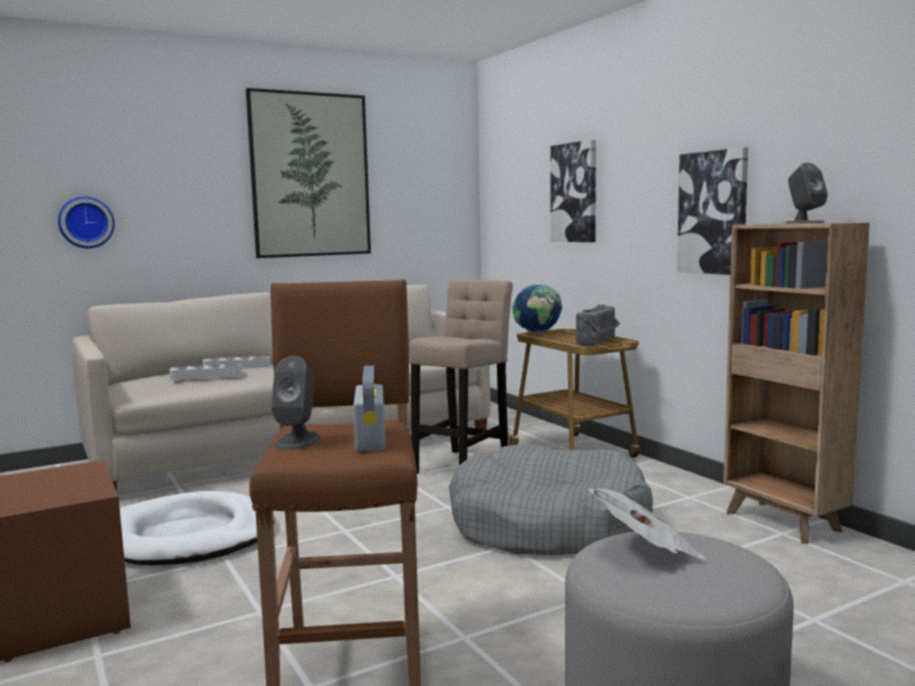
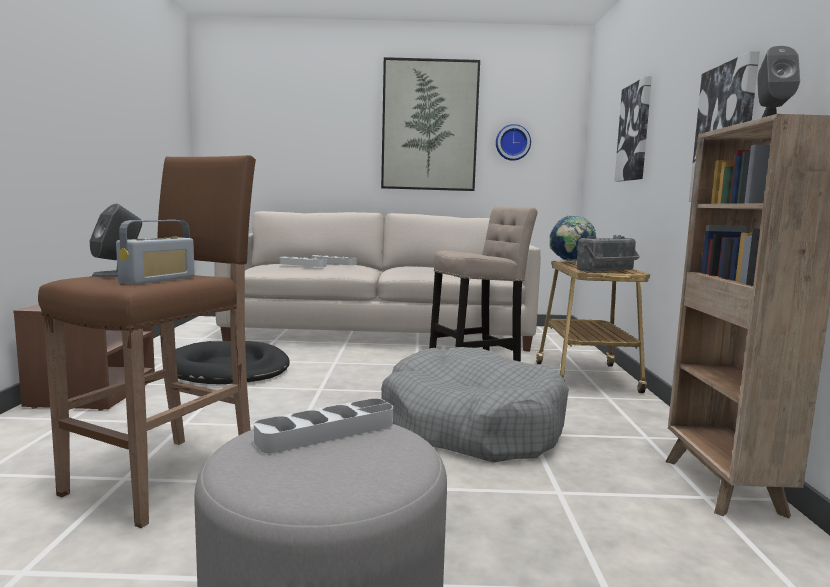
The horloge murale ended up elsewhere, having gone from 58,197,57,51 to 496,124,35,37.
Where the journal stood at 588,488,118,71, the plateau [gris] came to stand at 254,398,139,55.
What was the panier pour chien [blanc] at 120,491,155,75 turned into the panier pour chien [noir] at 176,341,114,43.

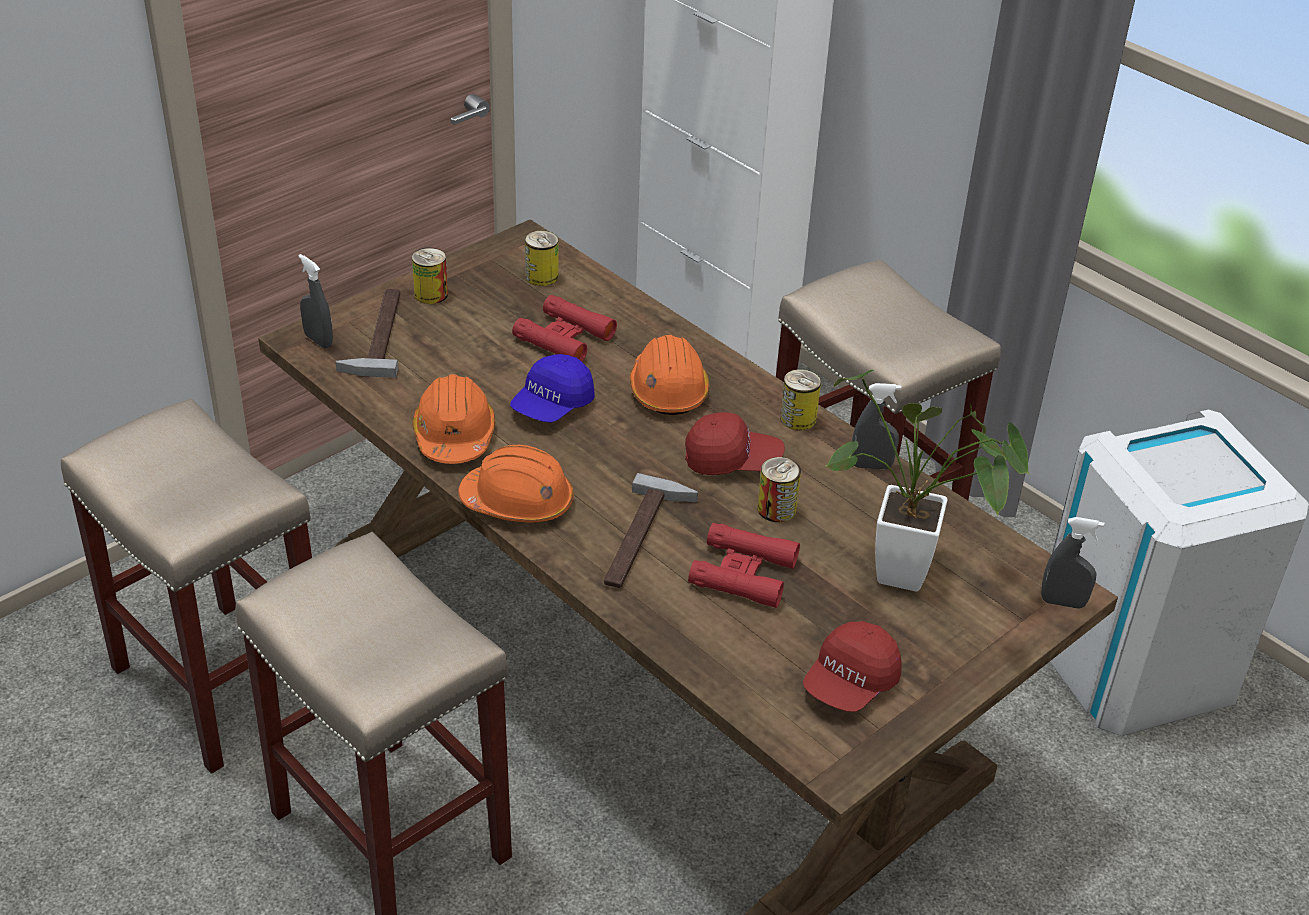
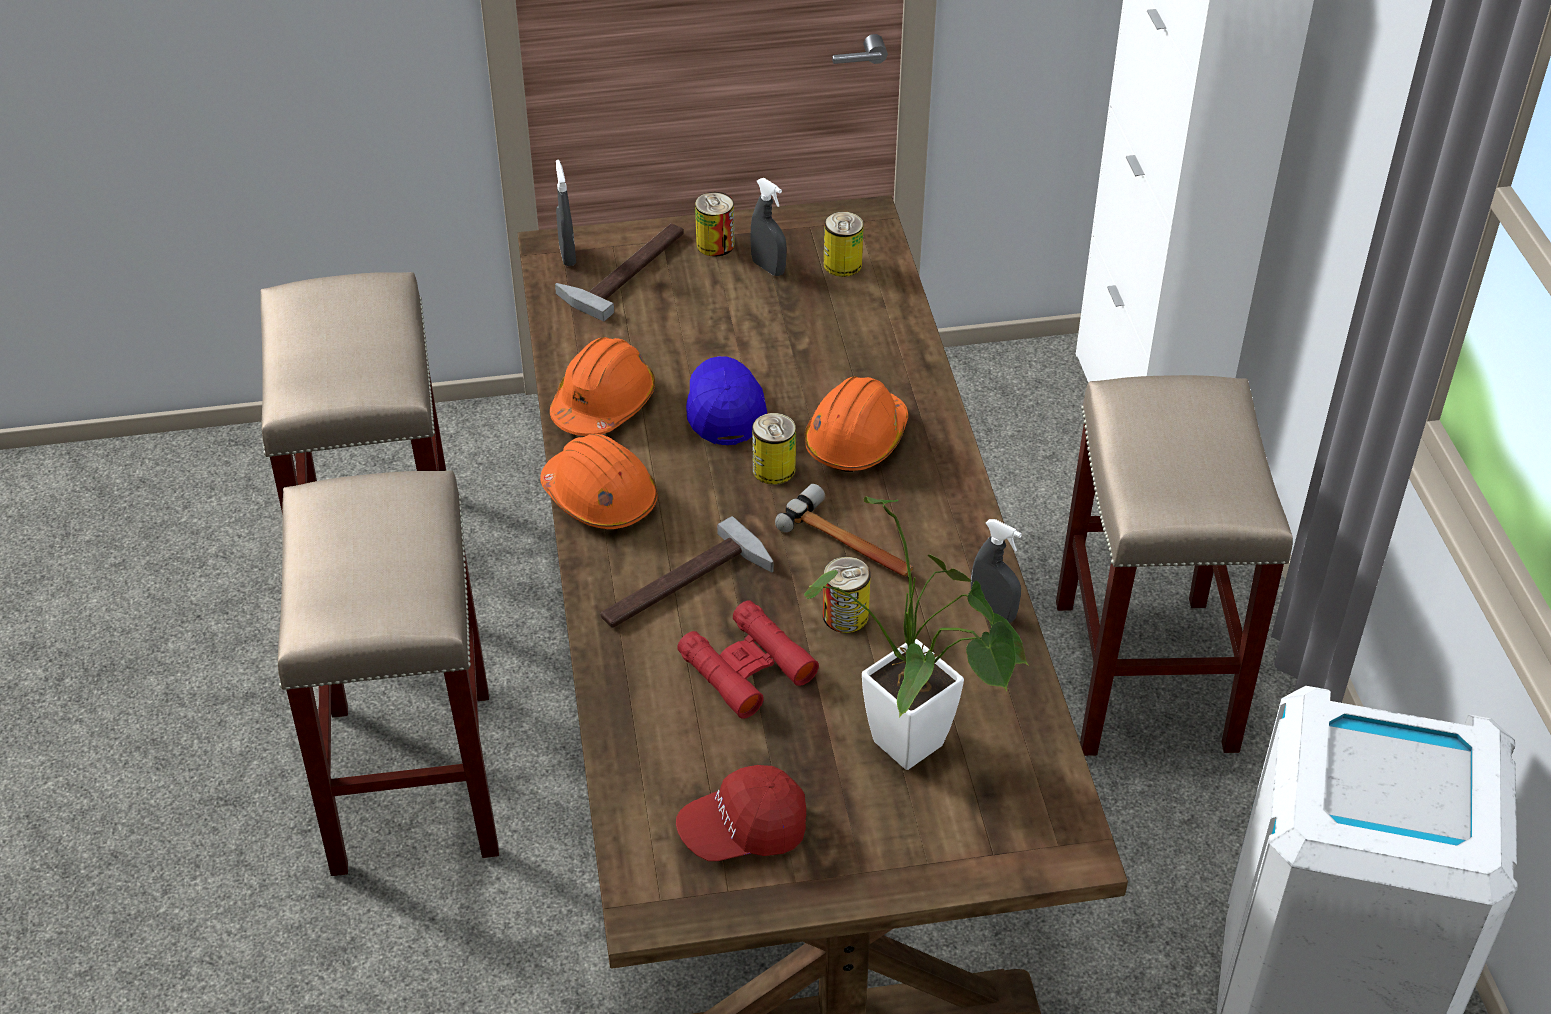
The second view lost the jumelles [rouge] at 512,295,105,67.
The boîte métallique ended up elsewhere, having gone from 780,369,41,62 to 752,413,44,72.
The vaporisateur [gris] ended up elsewhere, having gone from 1041,517,63,92 to 750,178,37,98.
Where the casquette [rouge] stood at 685,412,100,63, the marteau came to stand at 775,484,138,93.
The casquette [bleu] at 510,354,85,69 ended up facing another way, 105 degrees clockwise from before.

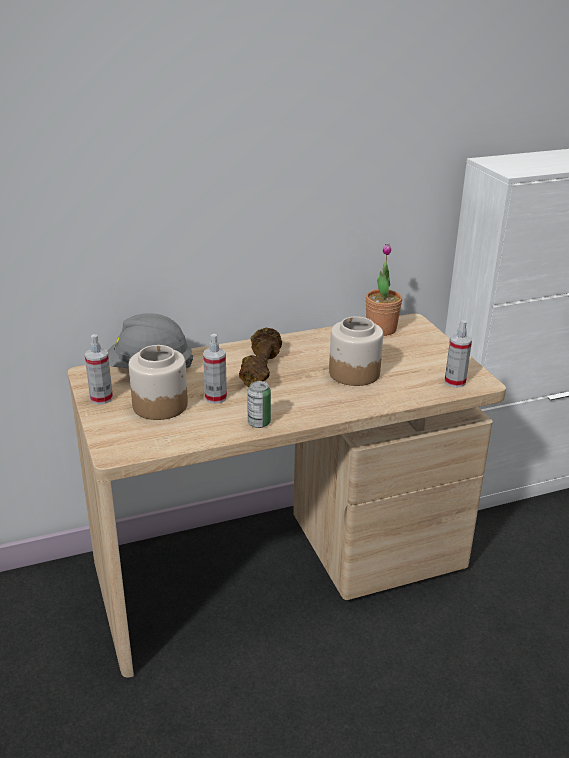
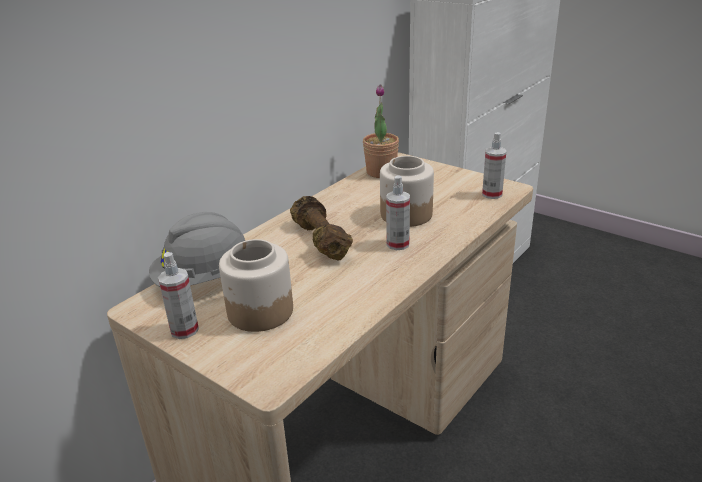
The second view lost the boîte métallique at 247,381,24,47.
The vaporisateur ended up elsewhere, having gone from 203,334,24,70 to 386,175,24,75.

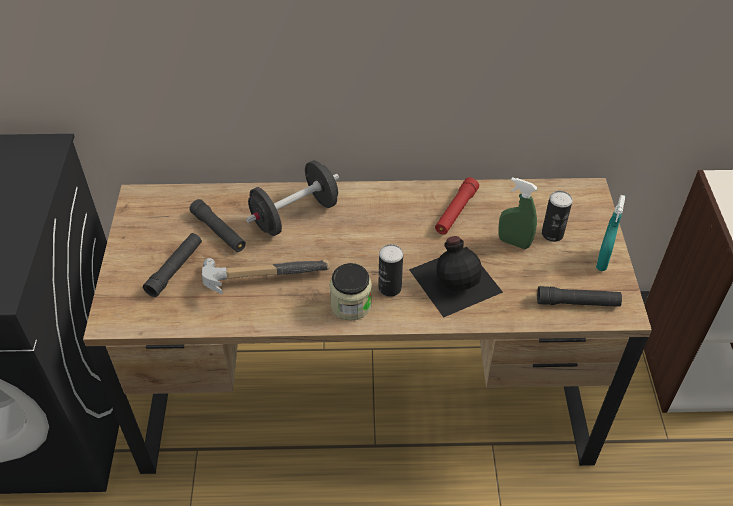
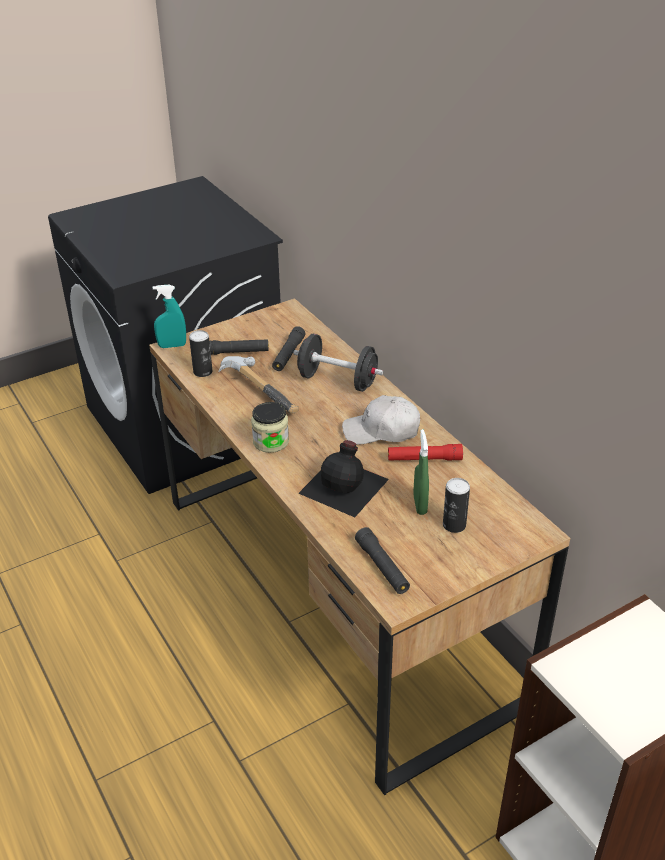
The second view gained the casquette [blanc] at 342,395,78,50.
The boîte métallique ended up elsewhere, having gone from 378,244,25,53 to 189,330,24,47.
The vaporisateur [turquoise] ended up elsewhere, having gone from 596,195,29,76 to 153,284,33,64.

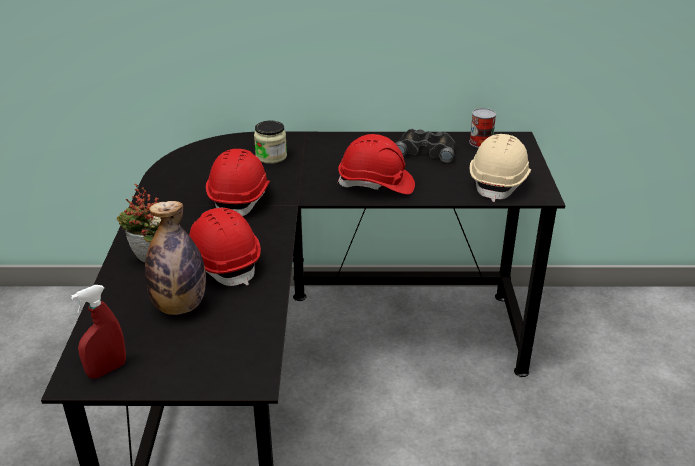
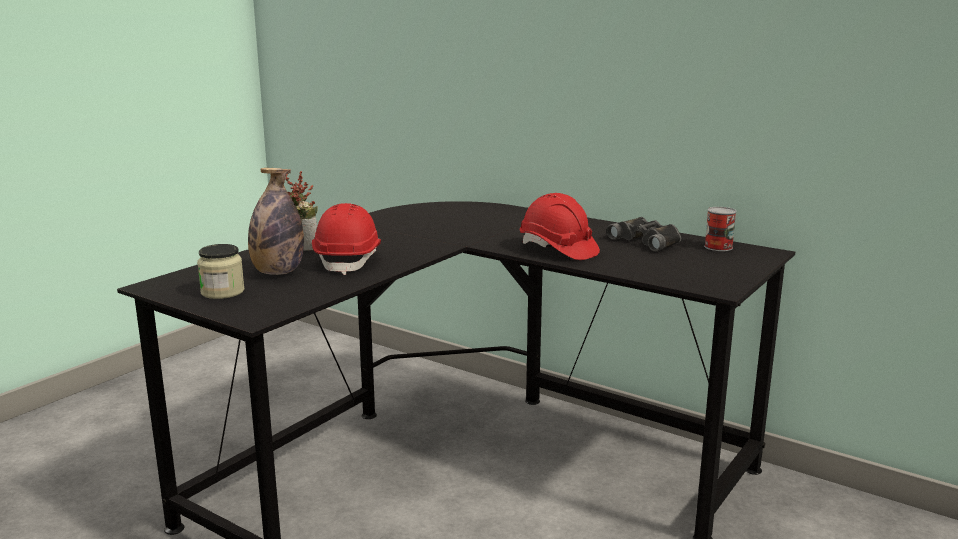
The second view lost the vaporisateur [rouge] at 71,285,55,94.
The second view lost the casque de chantier [rouge] at 206,149,64,67.
The second view lost the casque de chantier [beige] at 470,134,61,68.
The bocal ended up elsewhere, having gone from 254,121,33,43 to 197,244,48,55.

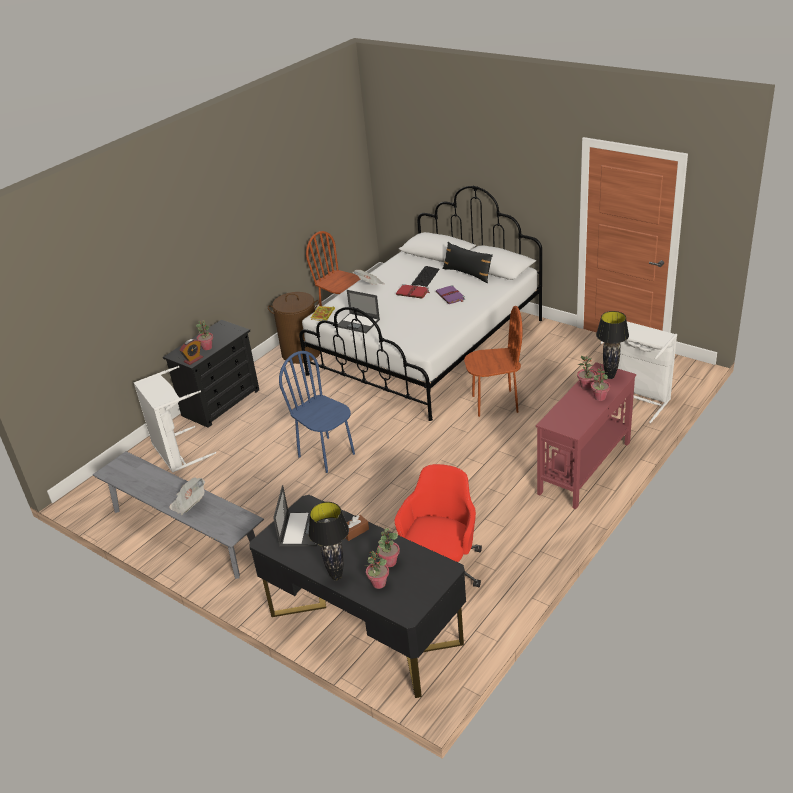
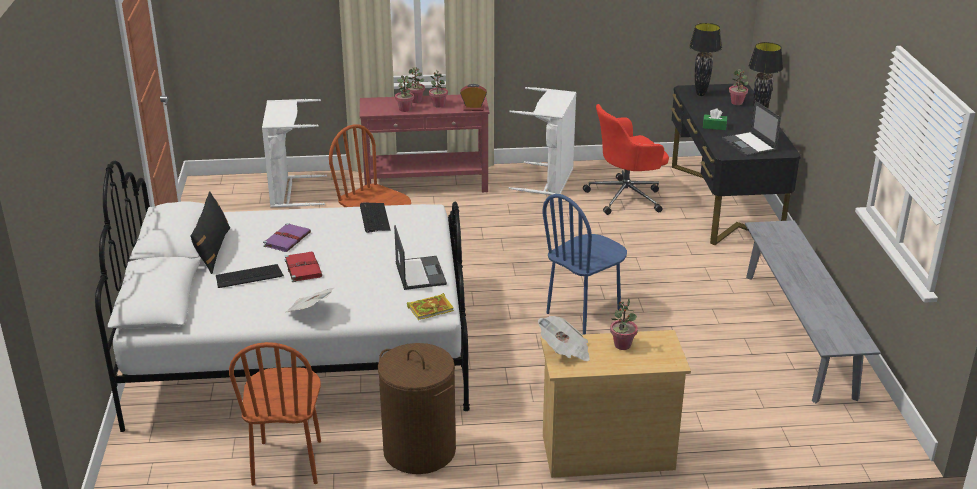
The second view gained the clavier at 360,202,31,31.
The panier à linge [blanc] ended up elsewhere, having gone from 134,366,82,107 to 509,87,67,108.
The journal ended up elsewhere, having gone from 170,477,35,38 to 538,316,52,45.
The réveil ended up elsewhere, having gone from 180,339,23,26 to 460,84,27,27.
The plante en pot ended up elsewhere, having gone from 378,528,22,39 to 429,71,19,37.
The lampe de table [noir] ended up elsewhere, having gone from 596,311,33,68 to 689,23,33,73.
What was the commode [noir] at 163,320,96,108 turned into the commode [beige] at 541,330,150,148.
What was the boîte à mouchoirs [marron] at 346,515,23,26 turned into the boîte à mouchoirs [vert] at 703,108,24,22.
The ordinateur portable at 273,485,49,62 ended up facing another way, 75 degrees counterclockwise from before.
The chaise [bleu] at 279,351,76,122 ended up facing another way, 45 degrees clockwise from before.

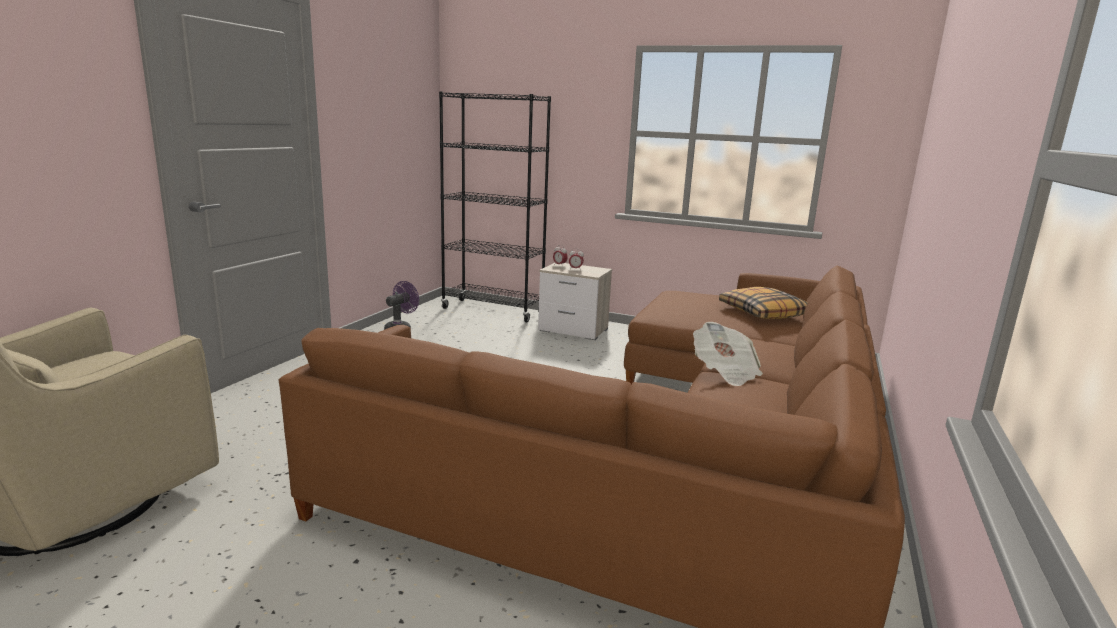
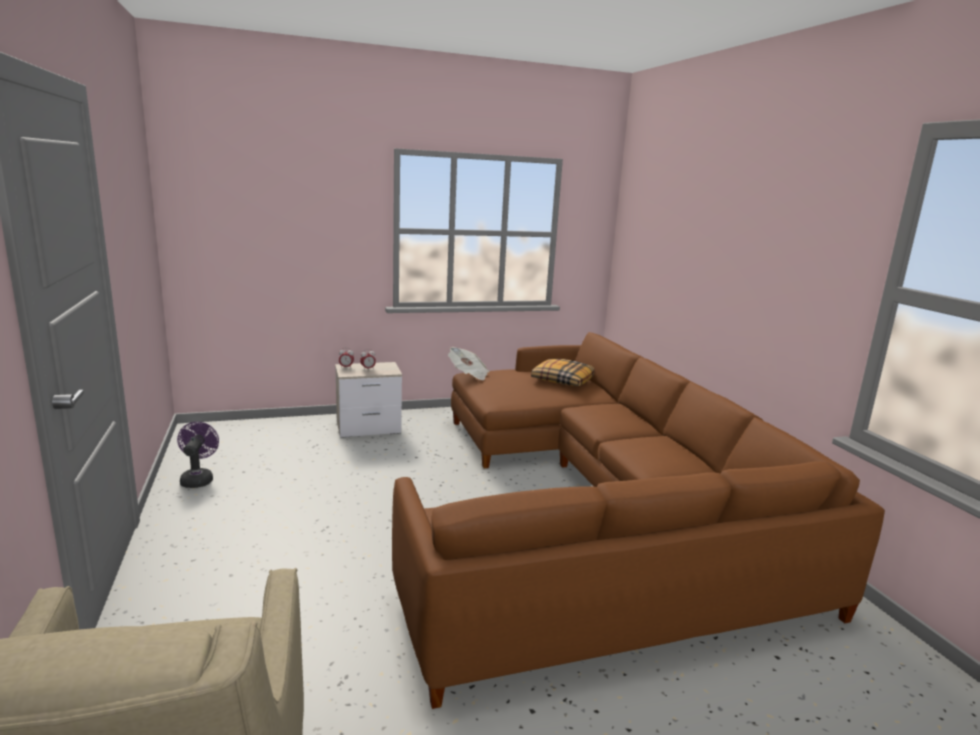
The second view lost the bibliothèque [noir] at 439,91,112,231.
The journal ended up elsewhere, having gone from 693,322,70,64 to 448,347,41,33.

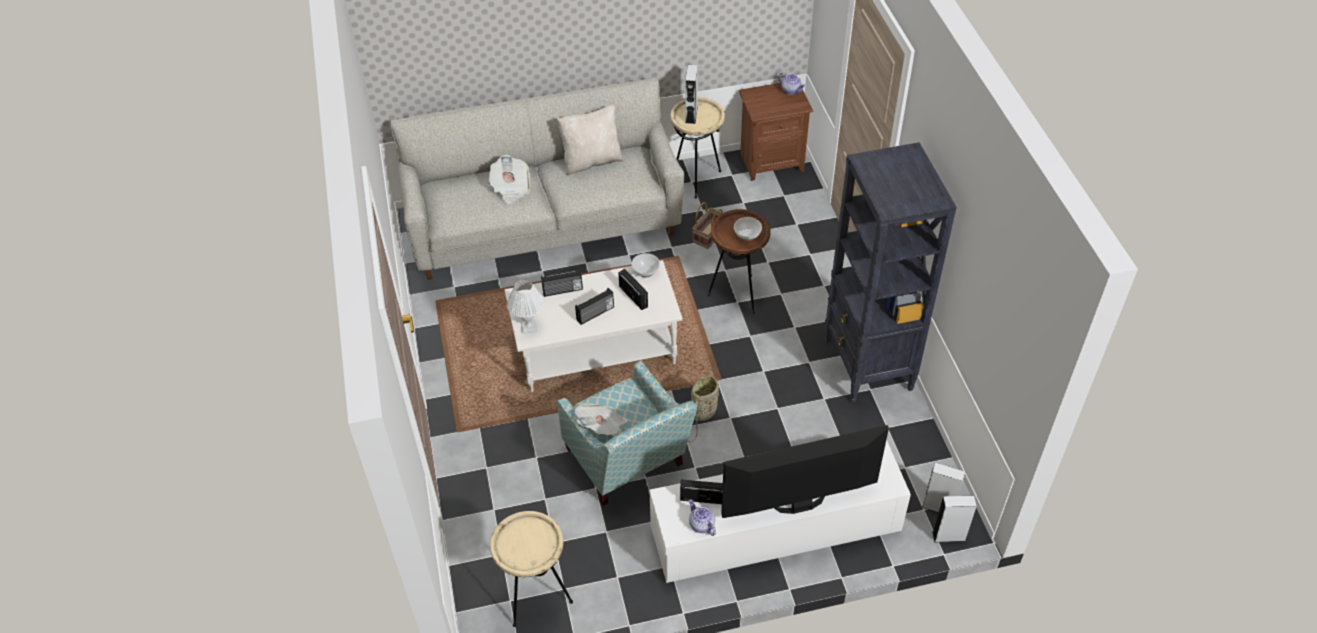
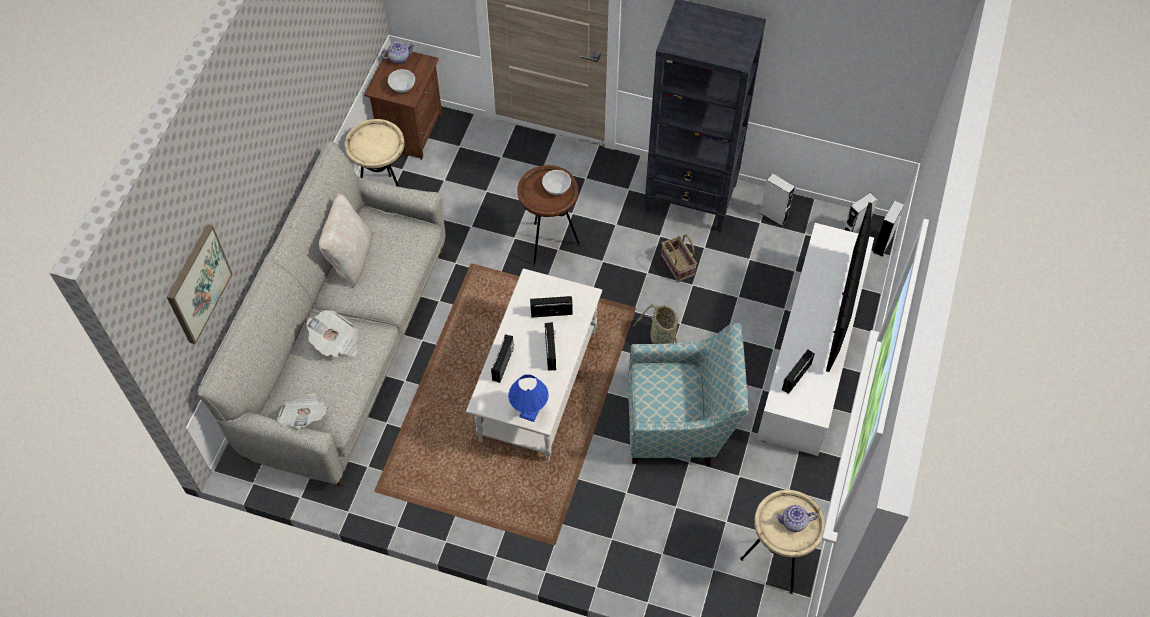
The second view gained the tableau at 167,224,65,120.
The journal ended up elsewhere, having gone from 574,404,54,31 to 277,393,51,35.
The bol ended up elsewhere, having gone from 631,253,29,25 to 388,69,27,24.
The enceinte [gris] ended up elsewhere, having gone from 685,65,13,59 to 760,173,35,53.
The théière ended up elsewhere, having gone from 689,499,27,37 to 775,505,43,27.
The panier ended up elsewhere, having gone from 692,202,31,47 to 661,235,36,47.
What was the lampe de table [blanc] at 507,280,37,54 turned into the lampe de table [bleu] at 508,374,41,48.

